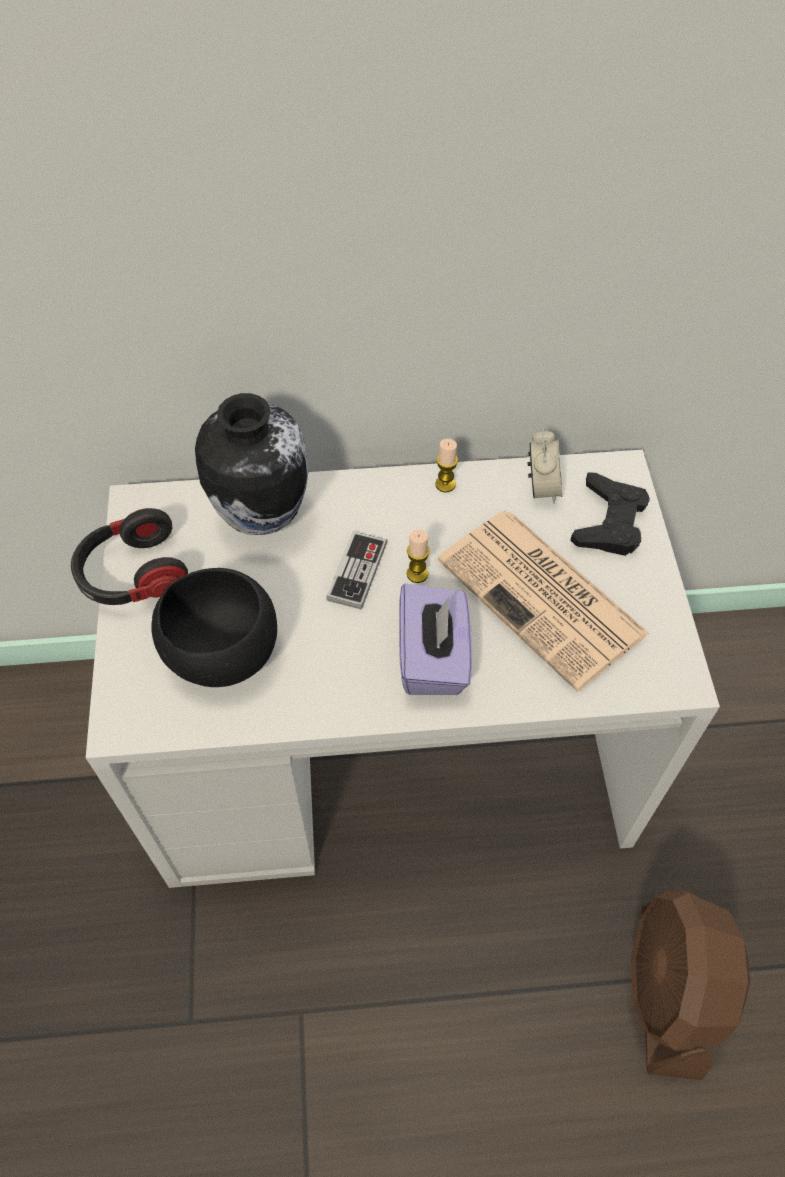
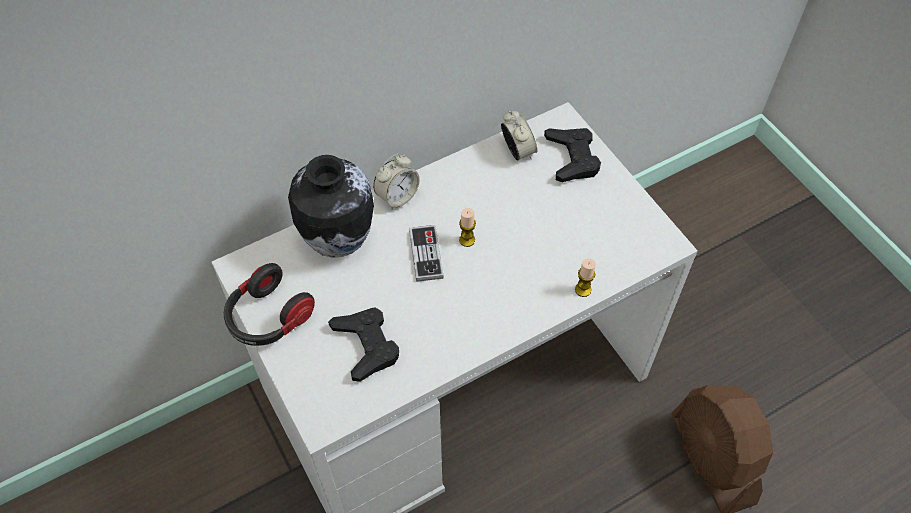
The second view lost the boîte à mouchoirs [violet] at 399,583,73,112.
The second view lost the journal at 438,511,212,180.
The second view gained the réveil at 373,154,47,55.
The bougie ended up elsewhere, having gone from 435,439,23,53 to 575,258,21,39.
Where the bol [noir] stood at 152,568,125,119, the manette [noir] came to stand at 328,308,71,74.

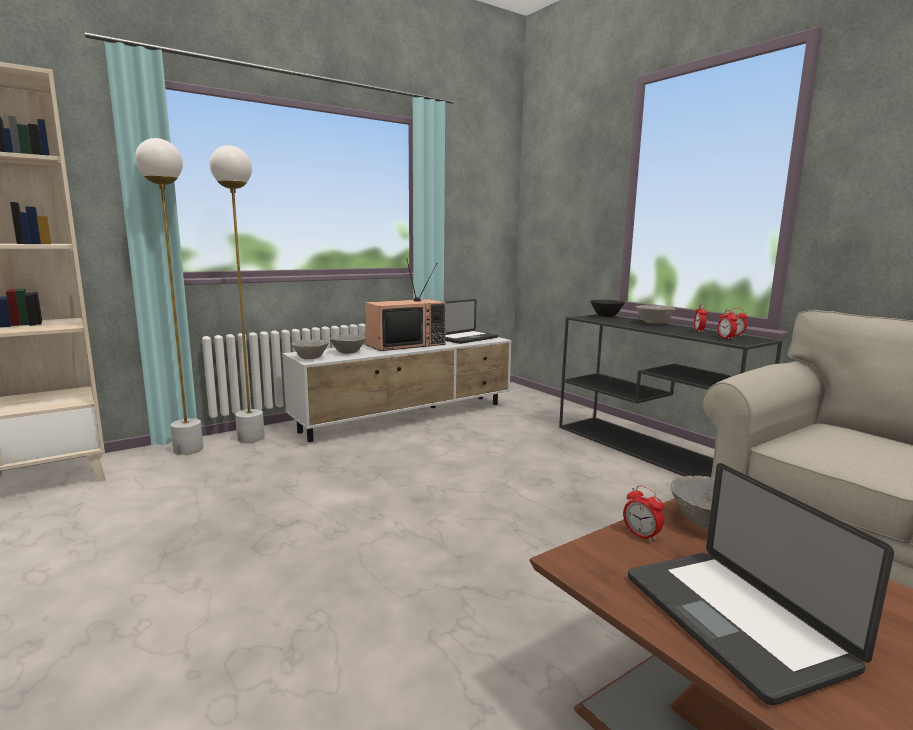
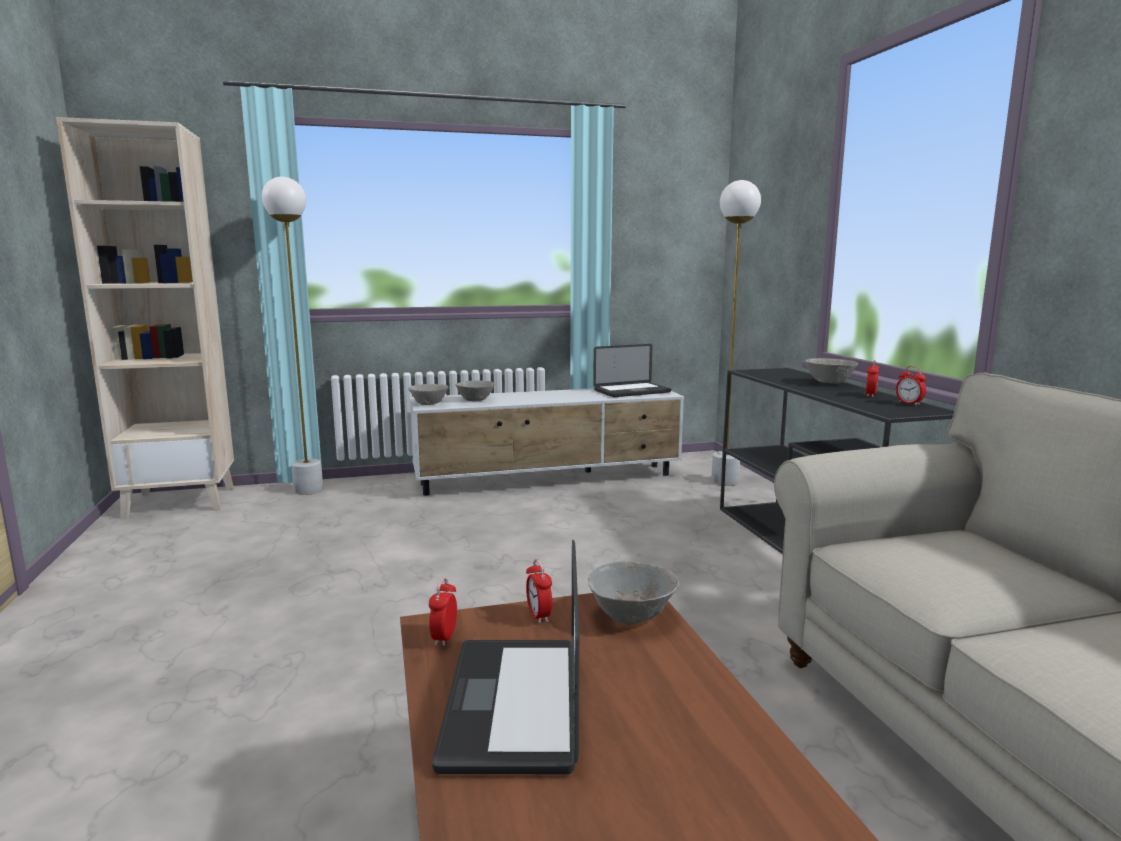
The second view lost the téléviseur at 365,258,81,93.
The second view lost the bol [noir] at 590,300,35,17.
The lampadaire [blanc] ended up elsewhere, having gone from 210,145,55,298 to 711,180,50,306.
The réveil ended up elsewhere, having gone from 718,310,19,29 to 429,577,28,69.

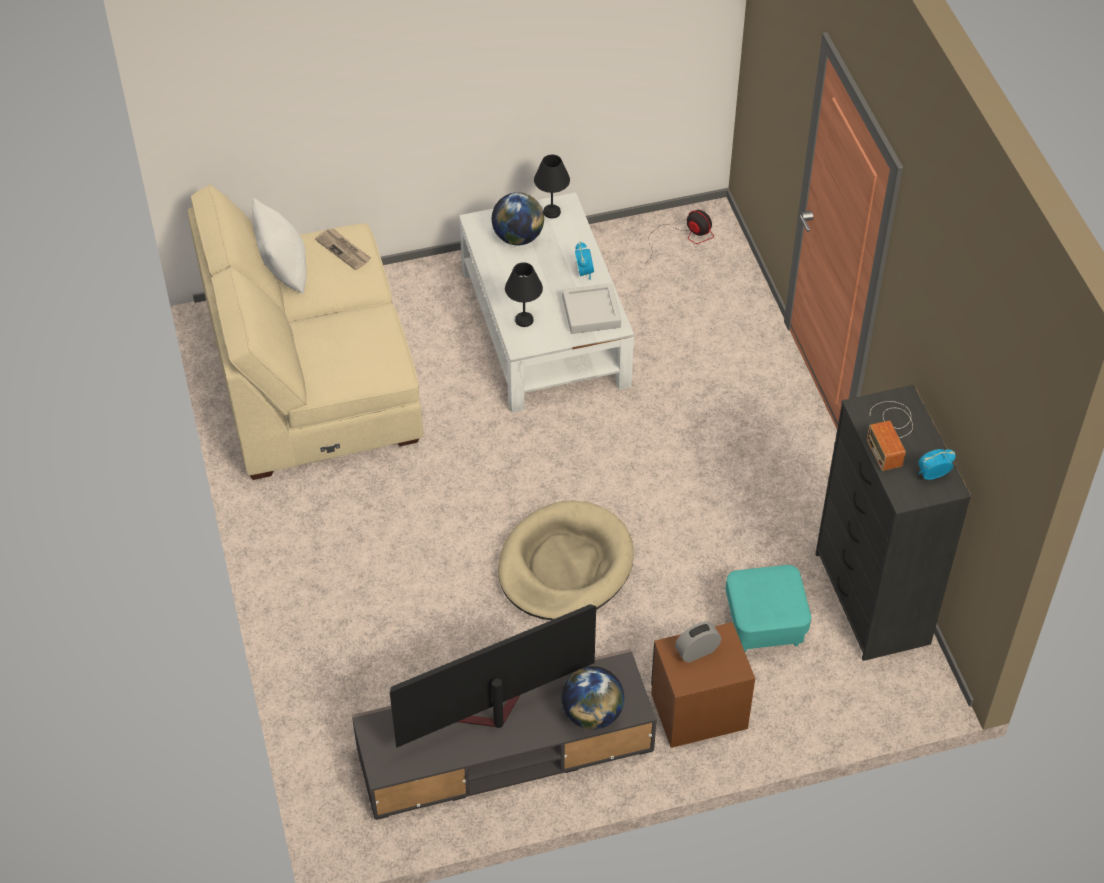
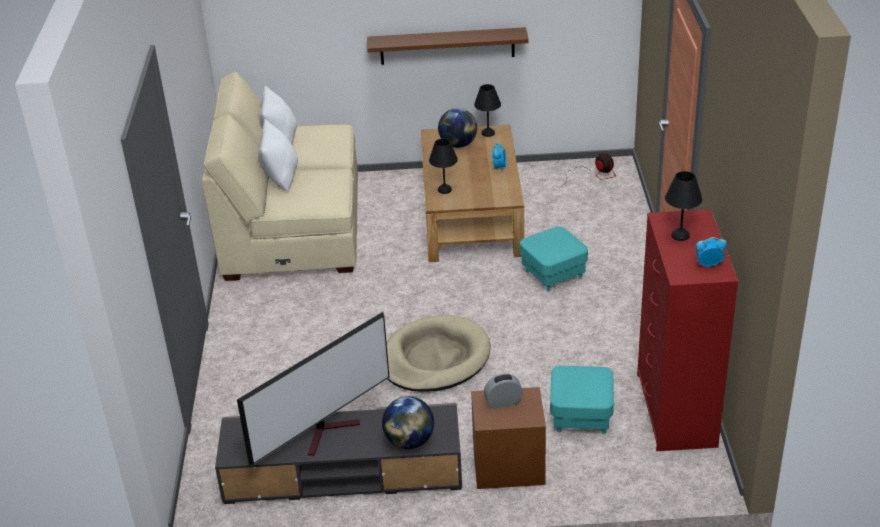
The second view lost the journal at 315,228,56,42.
The second view lost the plateau [gris] at 562,283,59,51.
The second view gained the coussin [blanc] at 258,119,40,73.
The second view gained the étagère [marron] at 367,27,162,38.
The second view gained the pouf [turquoise] at 520,226,68,65.
Where the radio stood at 867,401,46,70, the lampe de table [noir] came to stand at 665,171,37,70.
What was the table basse [blanc] at 459,192,175,221 turned into the table basse [marron] at 421,125,103,137.
What was the commode [noir] at 815,385,157,276 turned into the commode [rouge] at 637,209,101,242.
The téléviseur at 390,604,206,144 ended up facing another way, 150 degrees clockwise from before.

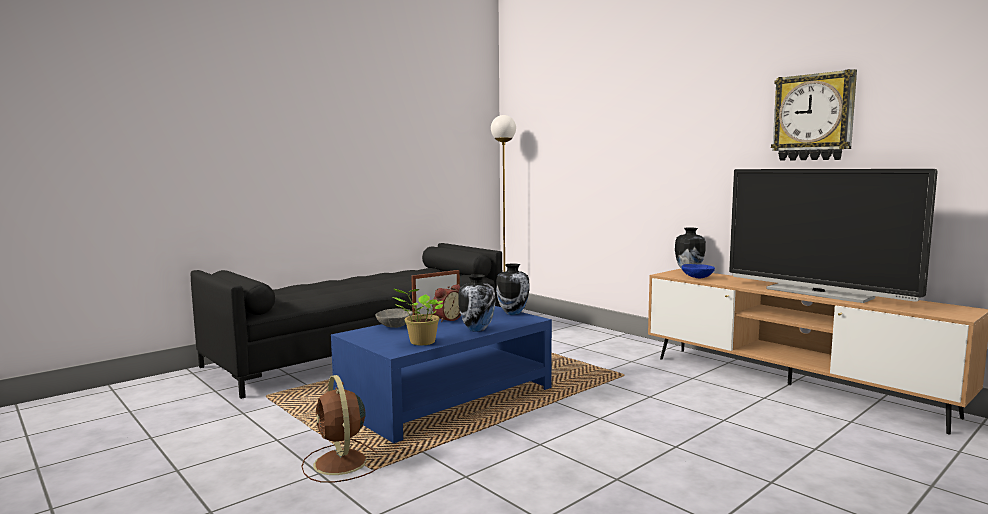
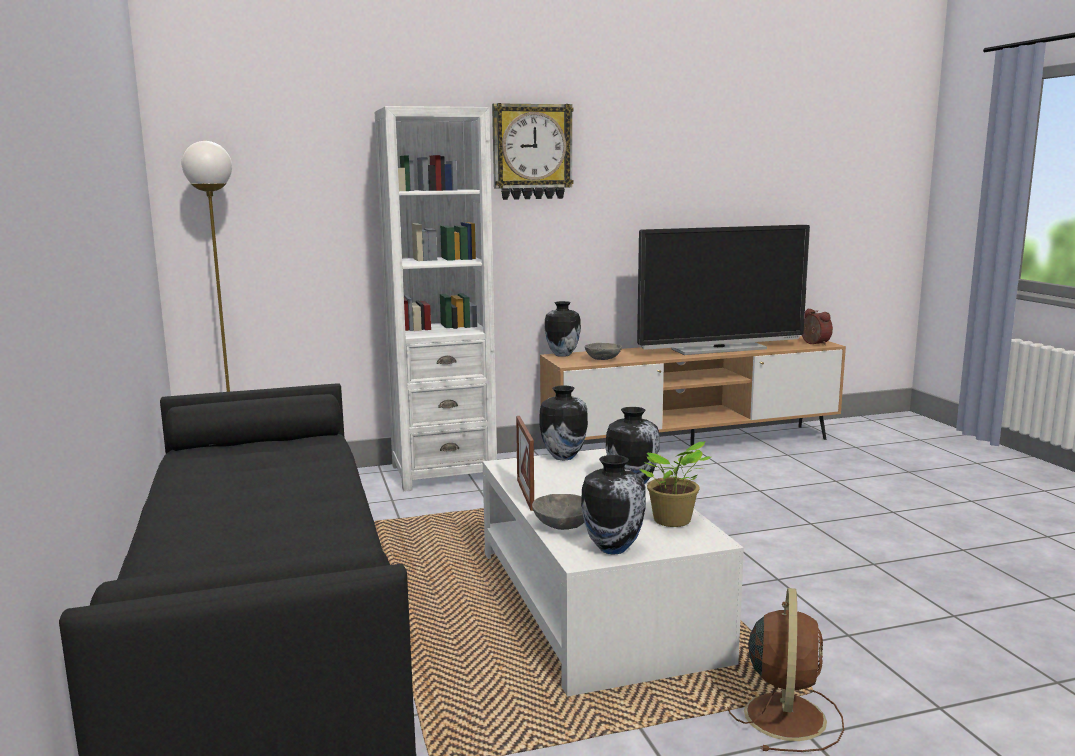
The second view gained the bibliothèque [blanc] at 375,106,122,385.
The second view gained the vase at 581,455,65,99.
The réveil ended up elsewhere, having gone from 432,284,29,39 to 802,308,31,37.
The horloge murale ended up elsewhere, having gone from 771,69,86,92 to 492,103,82,97.
What was the table basse [bleu] at 331,306,221,137 turned into the table basse [blanc] at 483,448,261,249.
What was the bol [bleu] at 681,264,34,15 turned into the bol [gris] at 585,343,37,17.
The ventilateur [marron] at 301,375,76,108 ended up facing another way, 75 degrees counterclockwise from before.

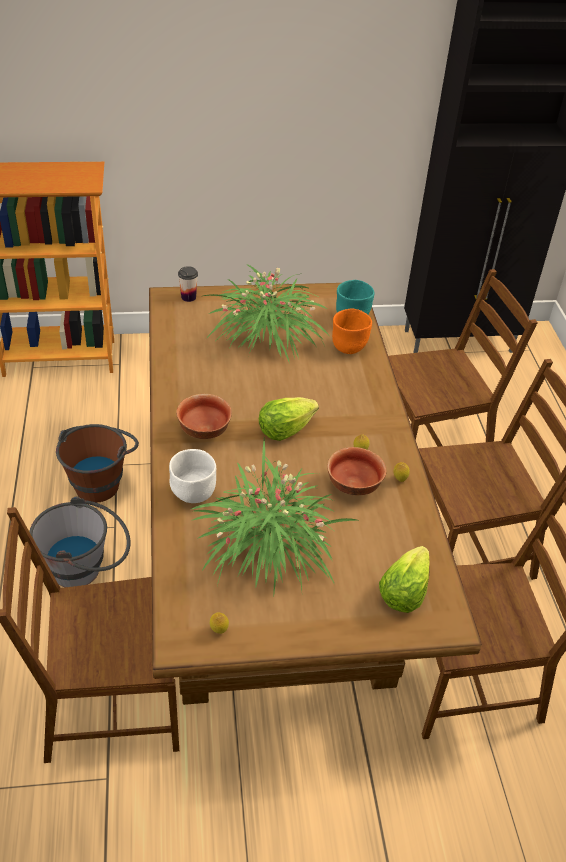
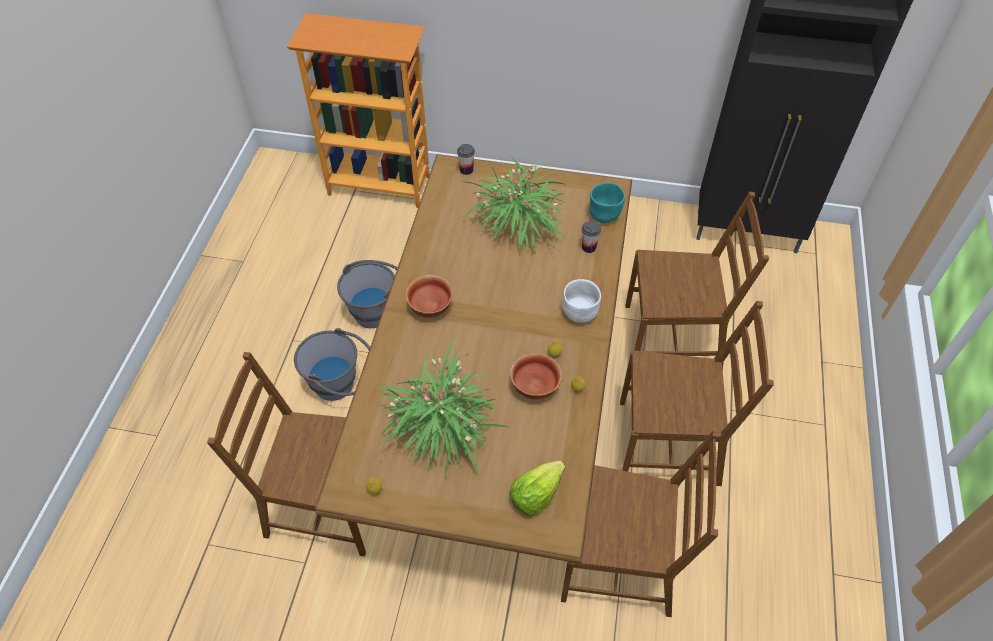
The second view lost the laitue at 259,397,60,44.
The bol [blanc] ended up elsewhere, having gone from 169,449,47,54 to 562,279,39,44.
Where the bol [orange] stood at 332,308,40,46, the tasse came to stand at 582,221,19,32.
What was the seau [marron] at 56,424,83,79 turned into the seau [gris] at 337,260,61,68.

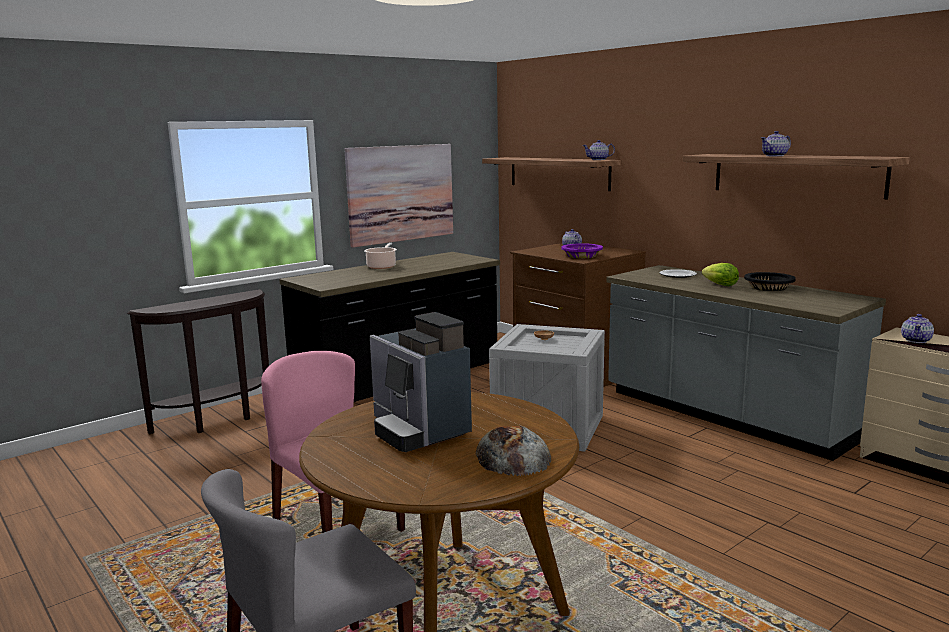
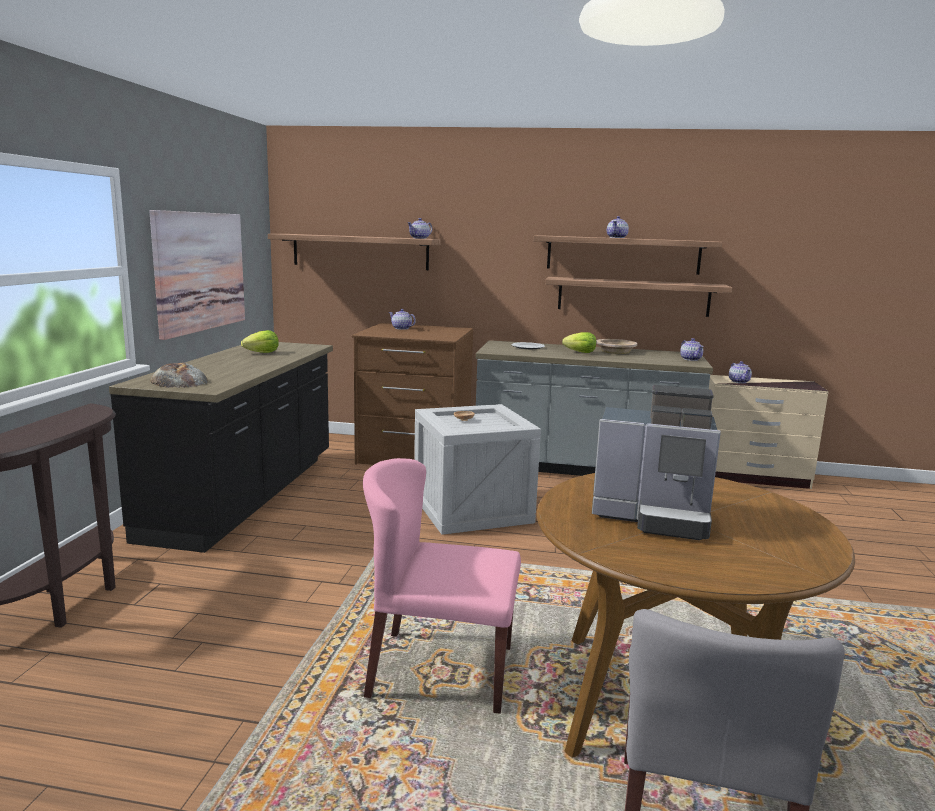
The second view lost the marmite at 364,243,33,26.
The second view lost the bol [violet] at 561,243,42,15.
The second view gained the laitue at 241,330,38,23.
The second view gained the étagère at 545,277,187,40.
The second view gained the théière at 680,338,24,23.
The pain ended up elsewhere, having gone from 476,426,76,50 to 150,362,58,26.
What was the bol [noir] at 744,272,52,19 turned into the bol [beige] at 596,339,41,15.

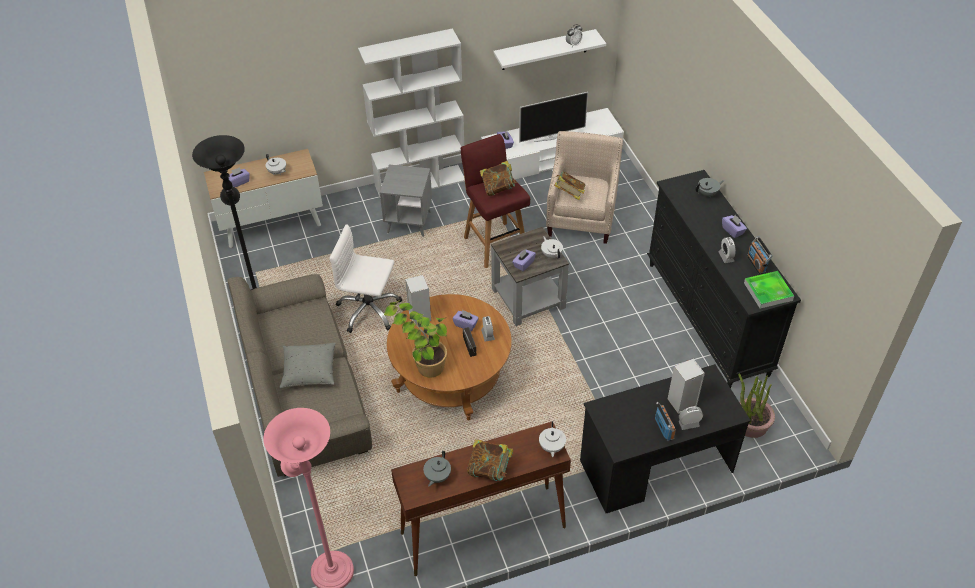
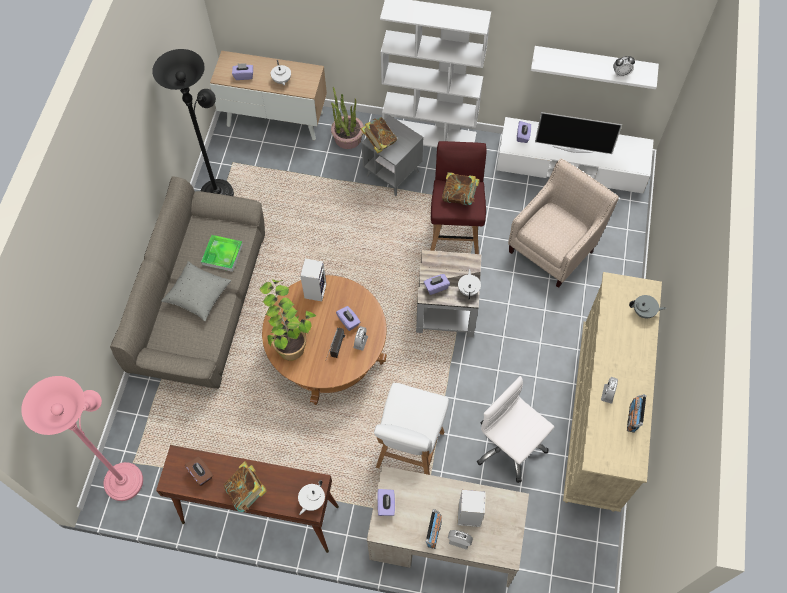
The second view gained the tabouret [blanc] at 374,383,75,92.
The chaise de bureau [blanc] ended up elsewhere, having gone from 329,224,73,109 to 477,376,78,107.
The livre ended up elsewhere, having gone from 554,171,32,29 to 361,117,37,36.
The boîte à mouchoirs [violet] ended up elsewhere, having gone from 722,215,25,23 to 377,489,18,27.
The plante en pot ended up elsewhere, having gone from 738,374,37,64 to 331,87,33,62.
The plateau ended up elsewhere, having gone from 744,271,50,38 to 201,235,42,37.
Where the théière [gris] stood at 423,451,28,35, the boîte à mouchoirs [marron] came to stand at 185,456,28,30.
What was the bureau [noir] at 580,364,171,149 turned into the bureau [beige] at 367,466,162,121.
What was the commode [noir] at 647,170,154,218 turned into the commode [beige] at 563,272,99,240.

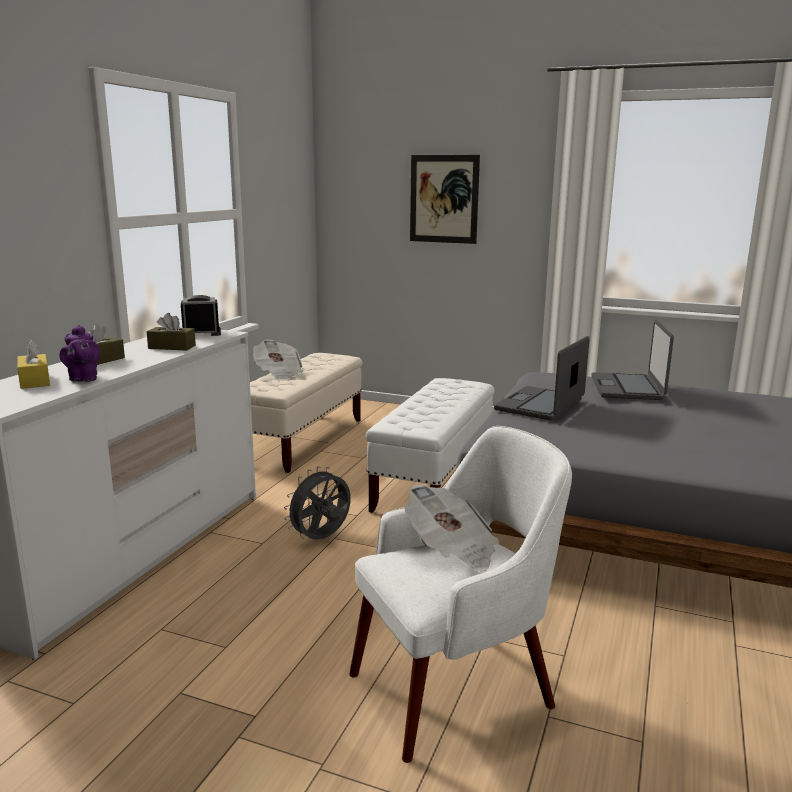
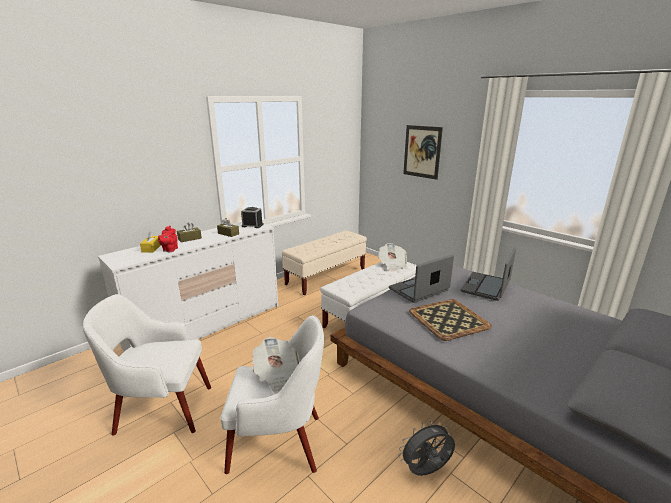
The second view gained the fauteuil [blanc] at 83,294,128,142.
The second view gained the plateau at 409,299,83,42.
The journal ended up elsewhere, having gone from 253,340,50,40 to 378,243,29,28.
The ventilateur [gris] ended up elsewhere, having gone from 284,466,67,74 to 398,420,57,56.
What was the théière [violet] at 60,325,40,57 turned into the théière [rouge] at 158,226,20,26.

